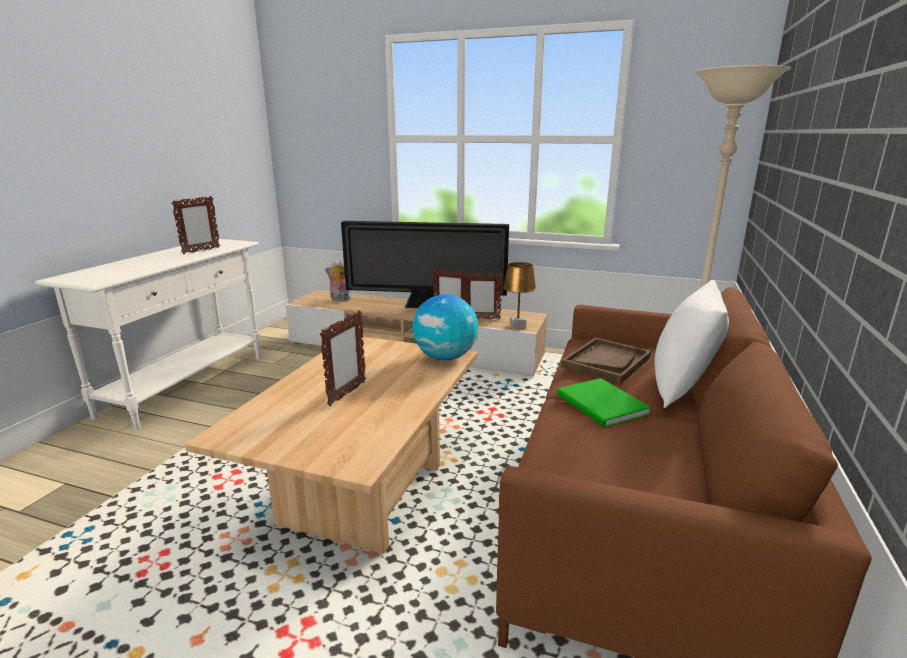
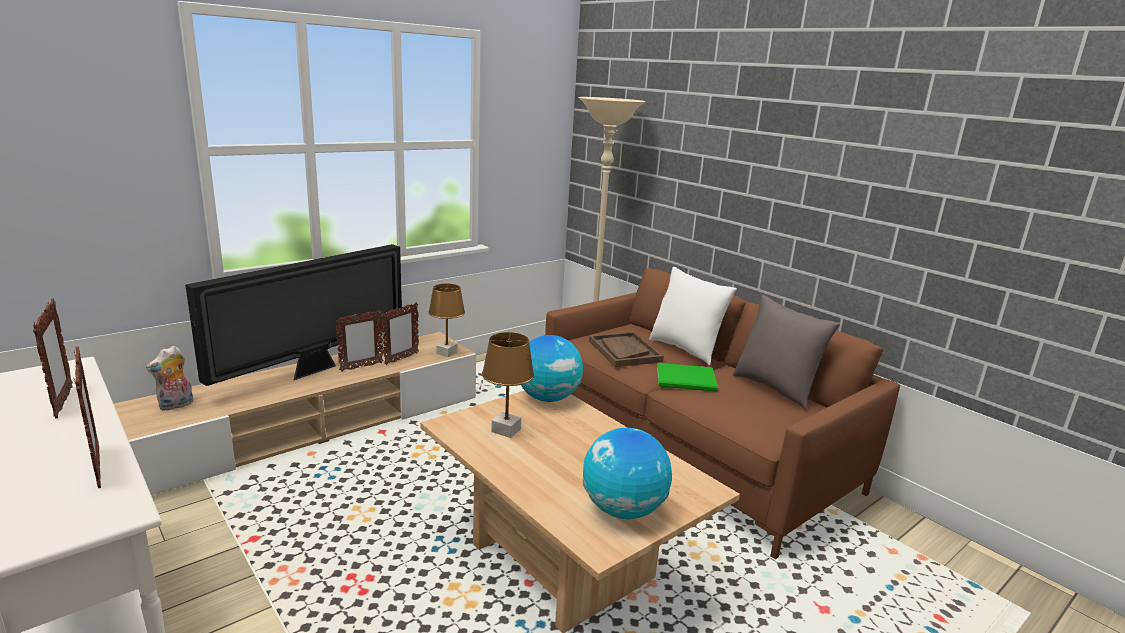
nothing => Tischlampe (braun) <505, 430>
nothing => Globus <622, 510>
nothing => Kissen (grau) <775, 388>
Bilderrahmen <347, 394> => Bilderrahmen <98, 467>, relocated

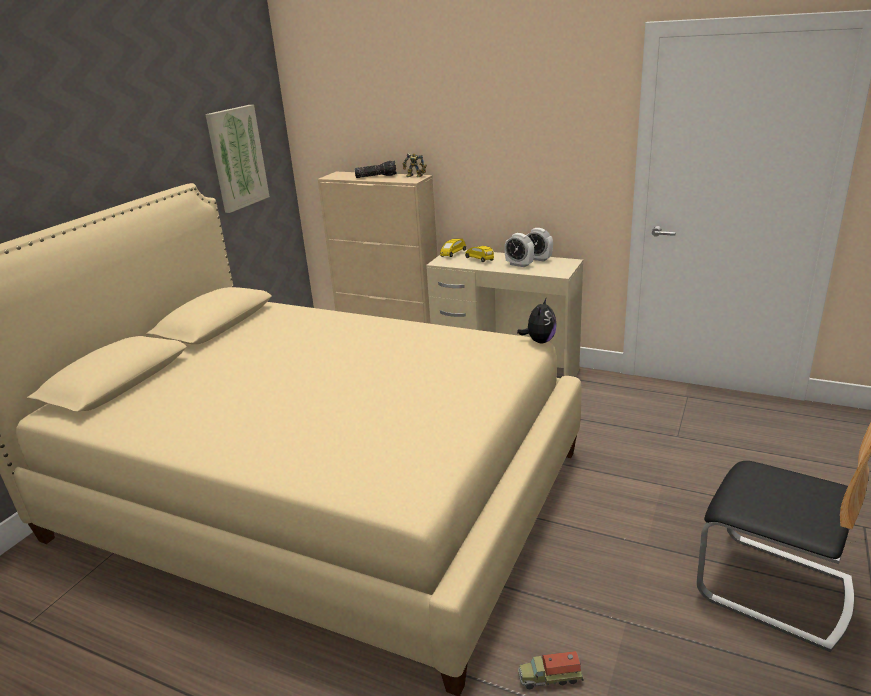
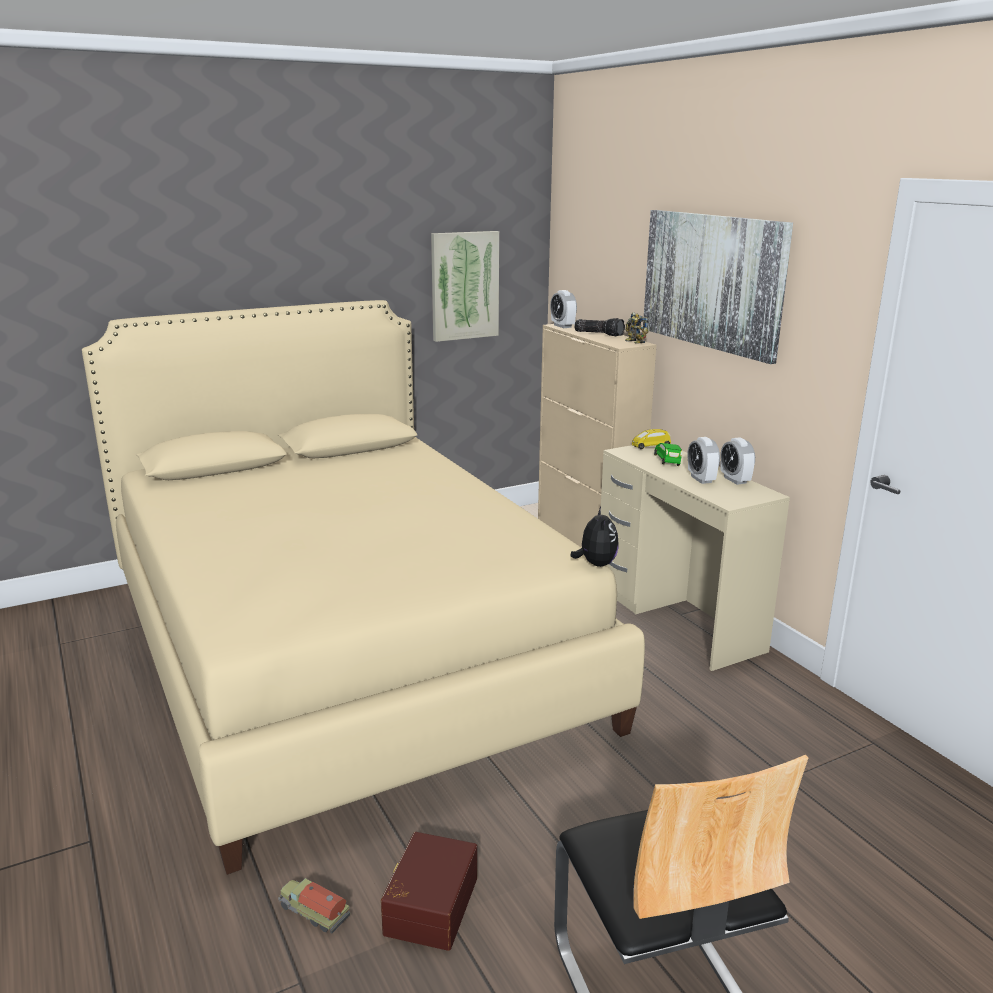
nothing => Aufbewahrungsbox (braun) <429, 905>
nothing => Wecker <562, 326>
nothing => Bild <712, 281>
Spielzeugauto (gelb) <480, 260> => Spielzeugauto (grün) <667, 462>
Plüschtier <539, 341> => Plüschtier <595, 564>, 60 degrees counterclockwise

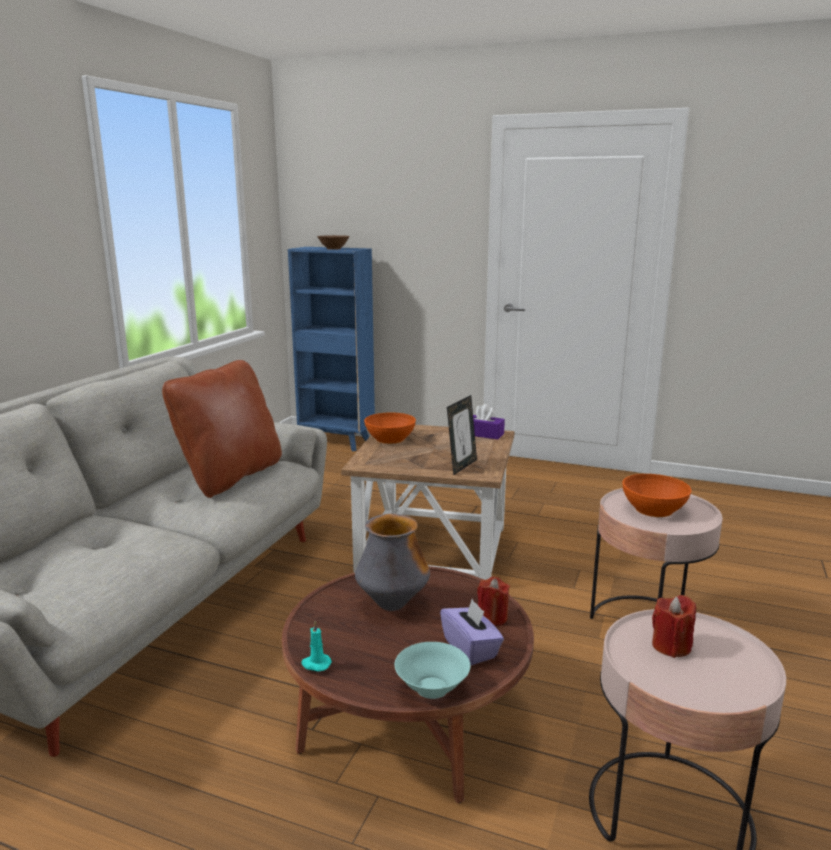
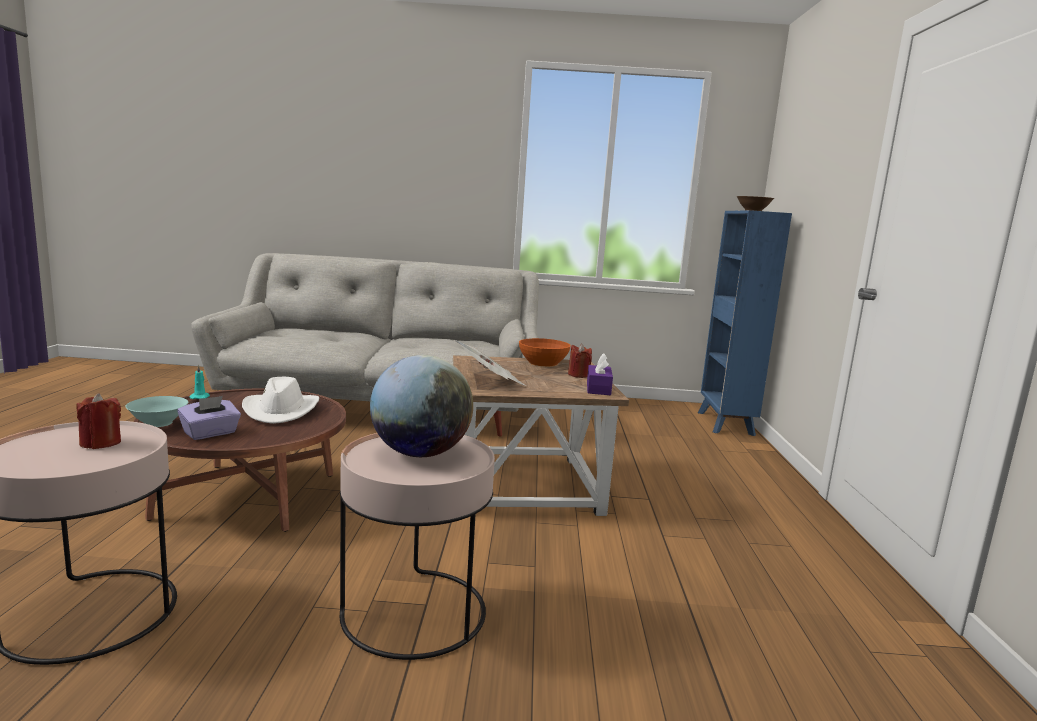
Kissen (braun) <230, 476> => nothing
Kerze (rot) <492, 618> => Kerze (rot) <578, 375>, relocated
Vase <392, 604> => Hut (weiß) <281, 411>
Bilderrahmen <461, 466> => Zeitung <489, 382>
Schüssel (orange) <653, 509> => Globus <420, 453>

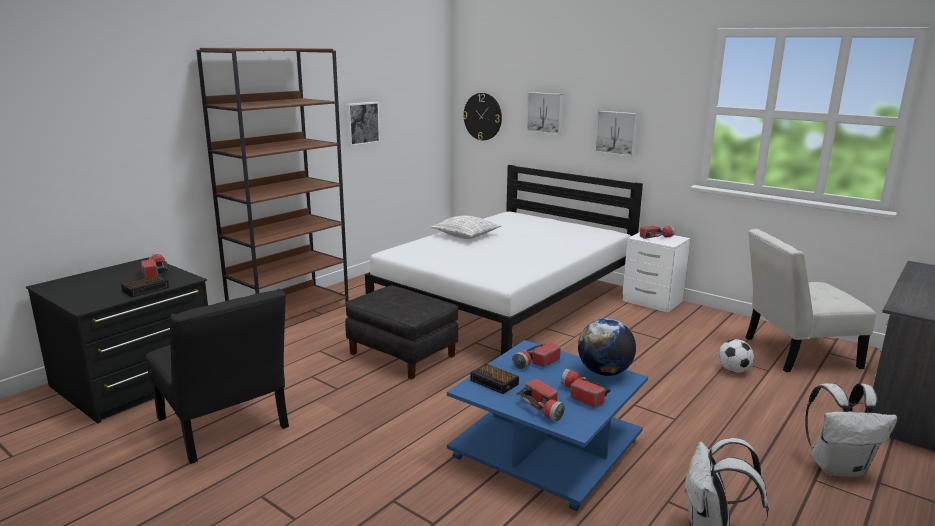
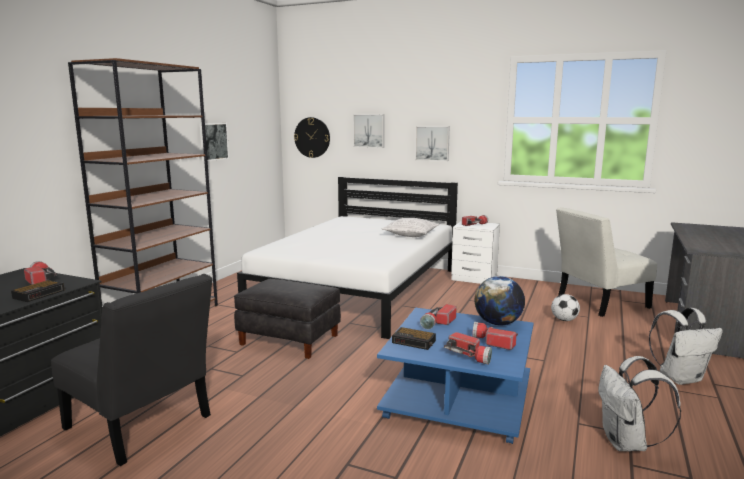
Kissen <466, 235> => Kissen <411, 235>, relocated

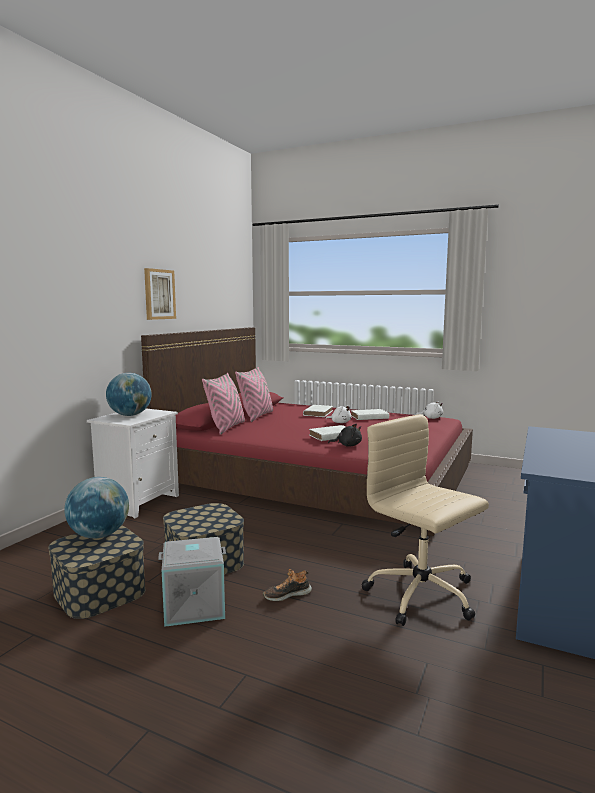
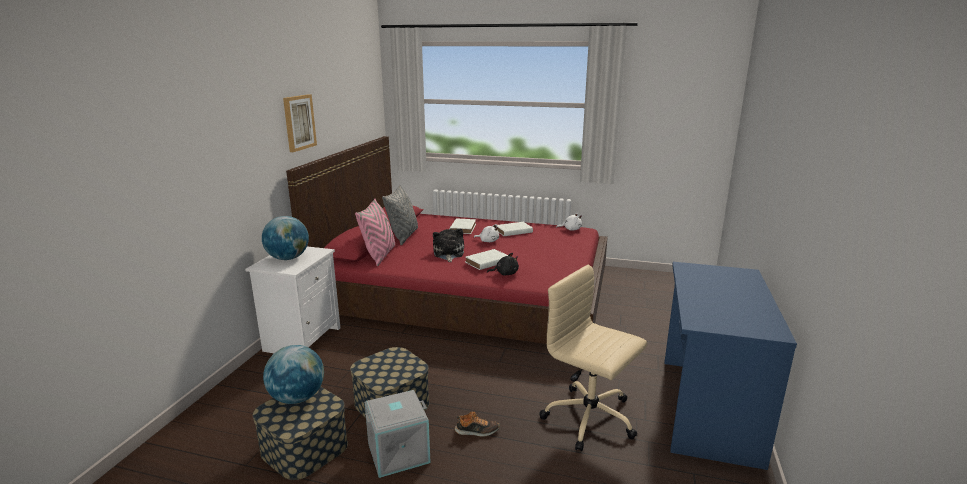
nothing => Plüschtier <448, 254>
Kissen (rosa) <256, 416> => Kissen (grau) <403, 236>
Schuh <287, 594> => Schuh <477, 431>, 150 degrees counterclockwise

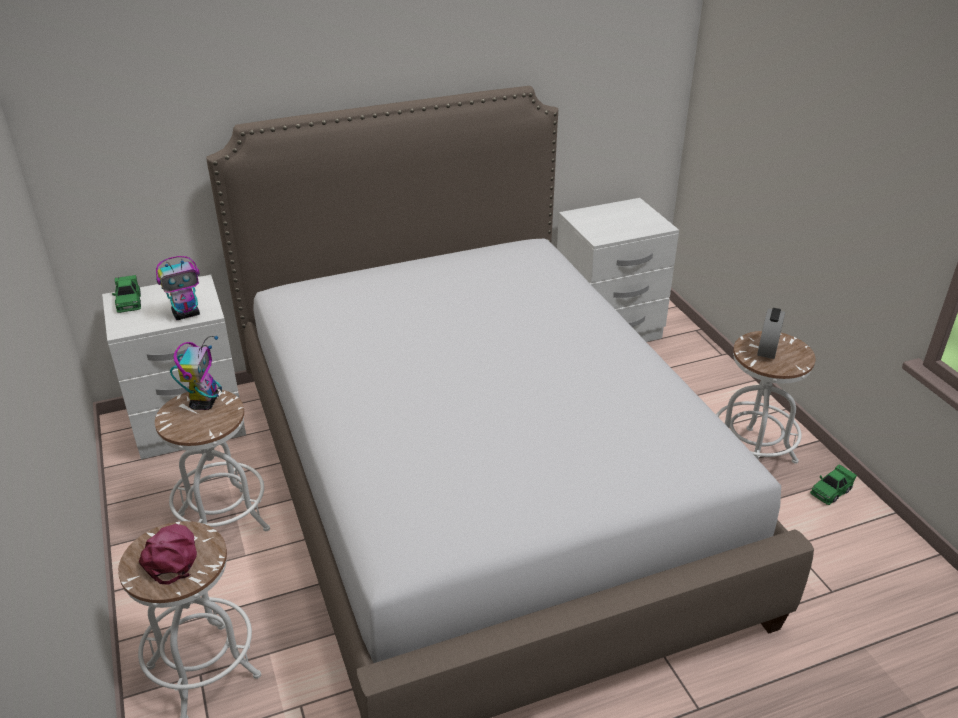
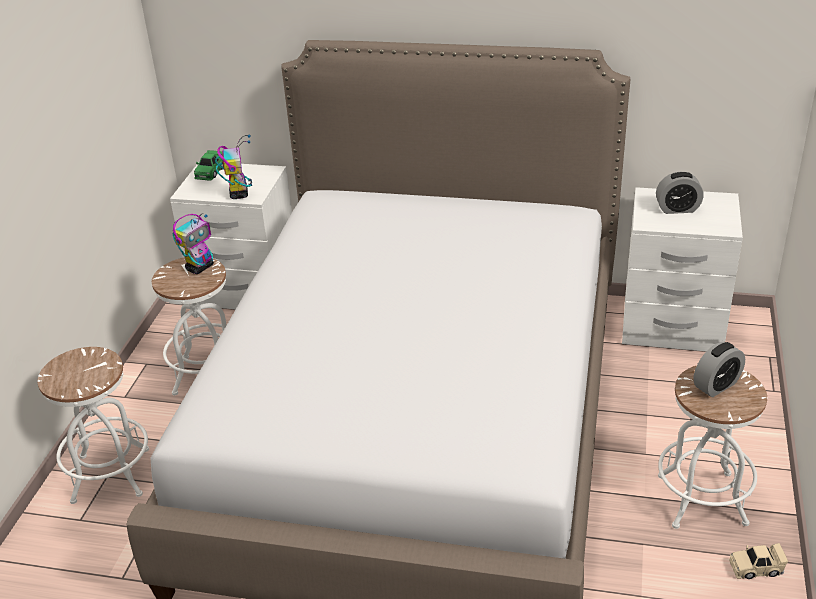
Kappe (rosa) <170, 557> => nothing
nothing => Wecker <677, 209>
Spielzeugauto (grün) <831, 491> => Spielzeugauto (beige) <756, 568>
Spielzeugroboter <186, 314> => Spielzeugroboter <238, 194>, 105 degrees counterclockwise

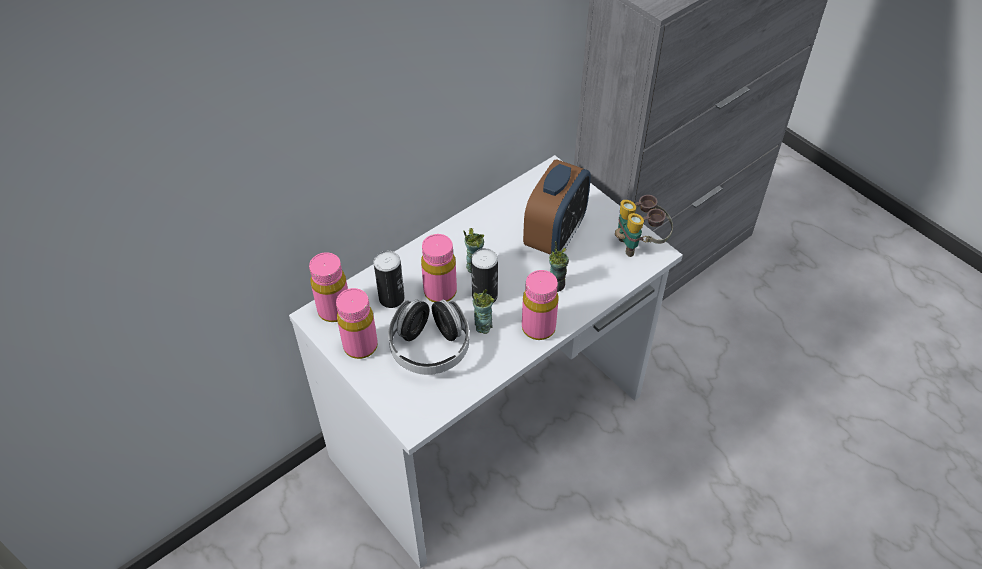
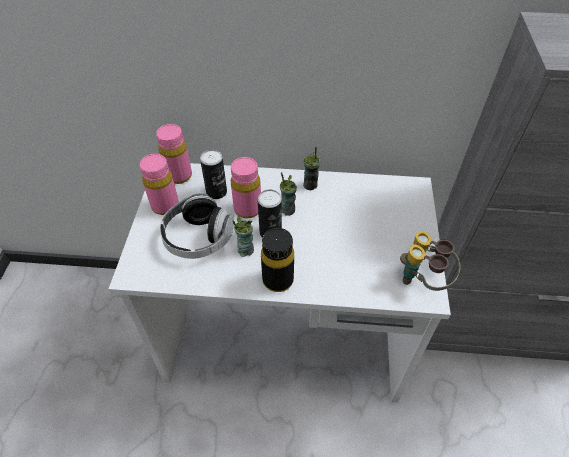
Wecker <555, 236> => nothing
Tasse <556, 284> => Tasse <310, 185>, relocated
Flasche (rosa) <538, 328> => Flasche (schwarz) <278, 280>

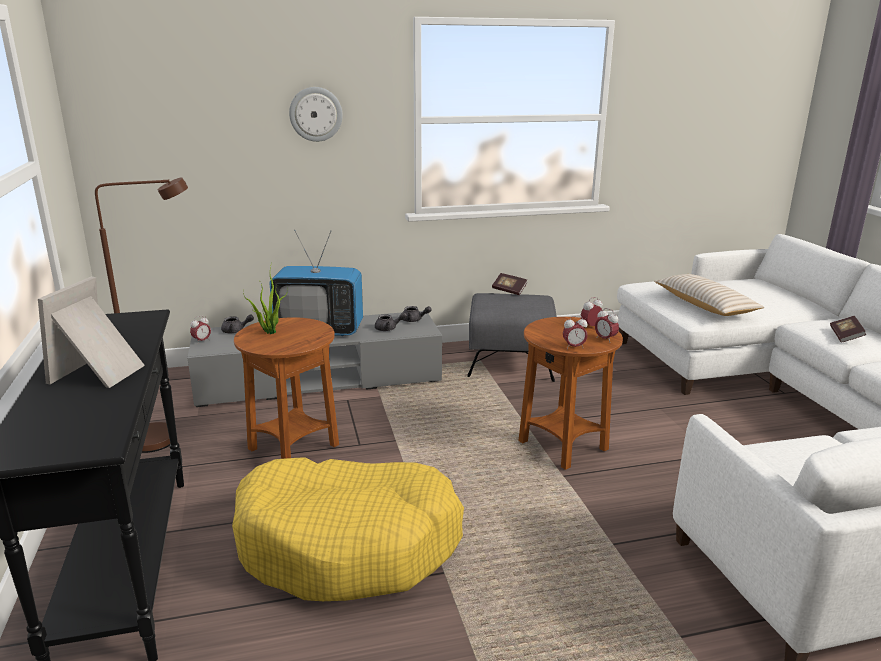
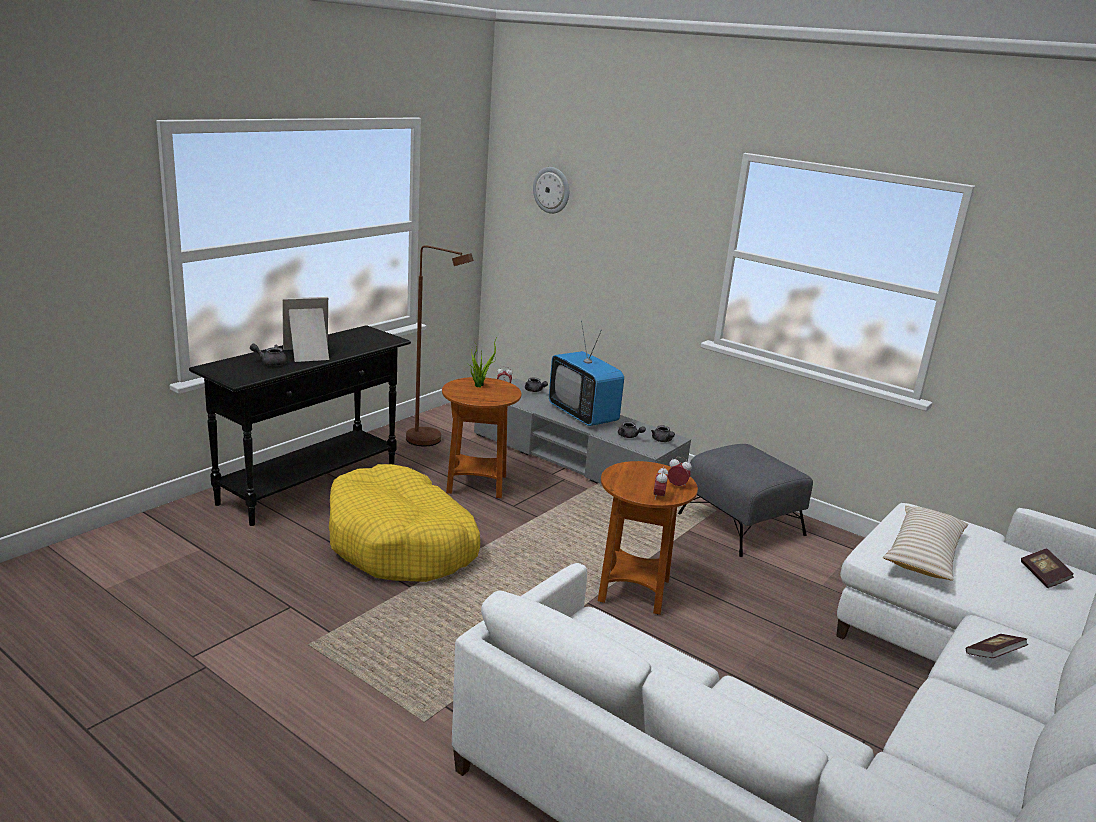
Wecker <573, 347> => nothing
nothing => Teekanne (grau) <271, 362>
Wanduhr <315, 114> => Wanduhr <552, 190>, relocated
Buch <509, 290> => Buch <1043, 576>, relocated

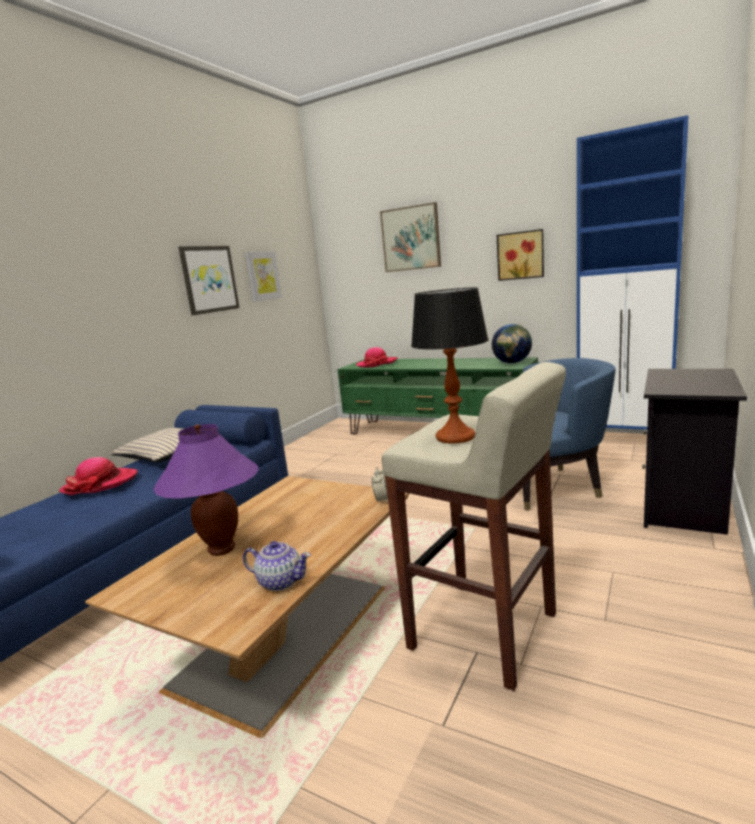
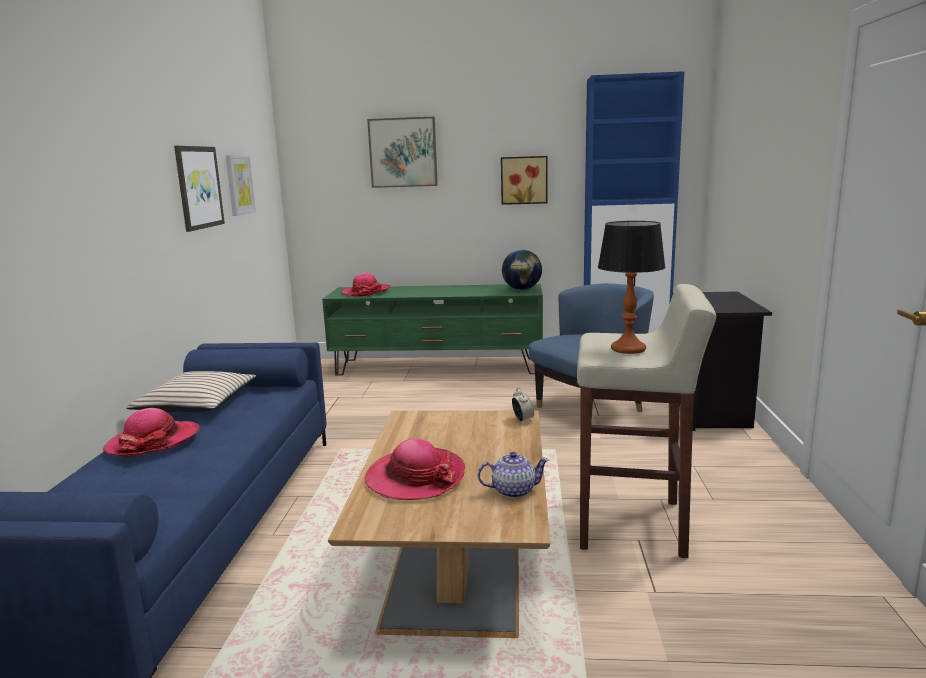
Tischlampe (lila) <221, 549> => Hut <415, 478>

